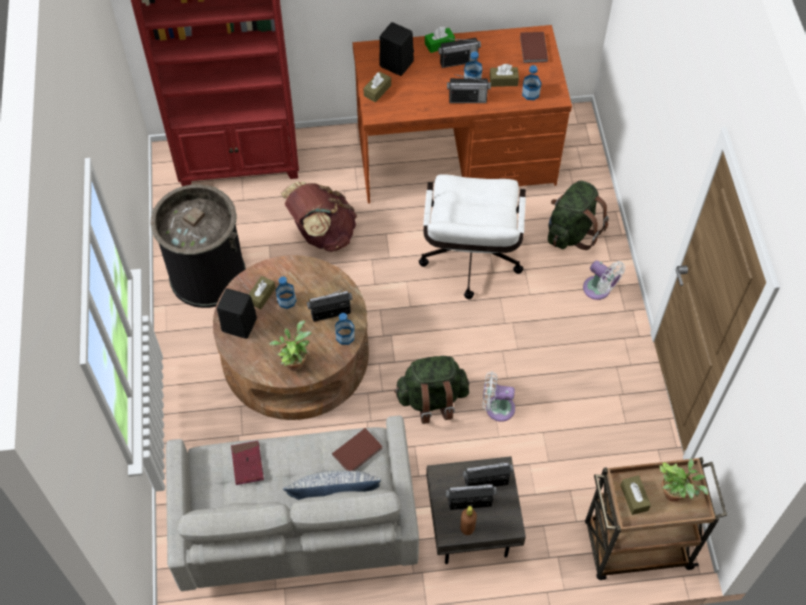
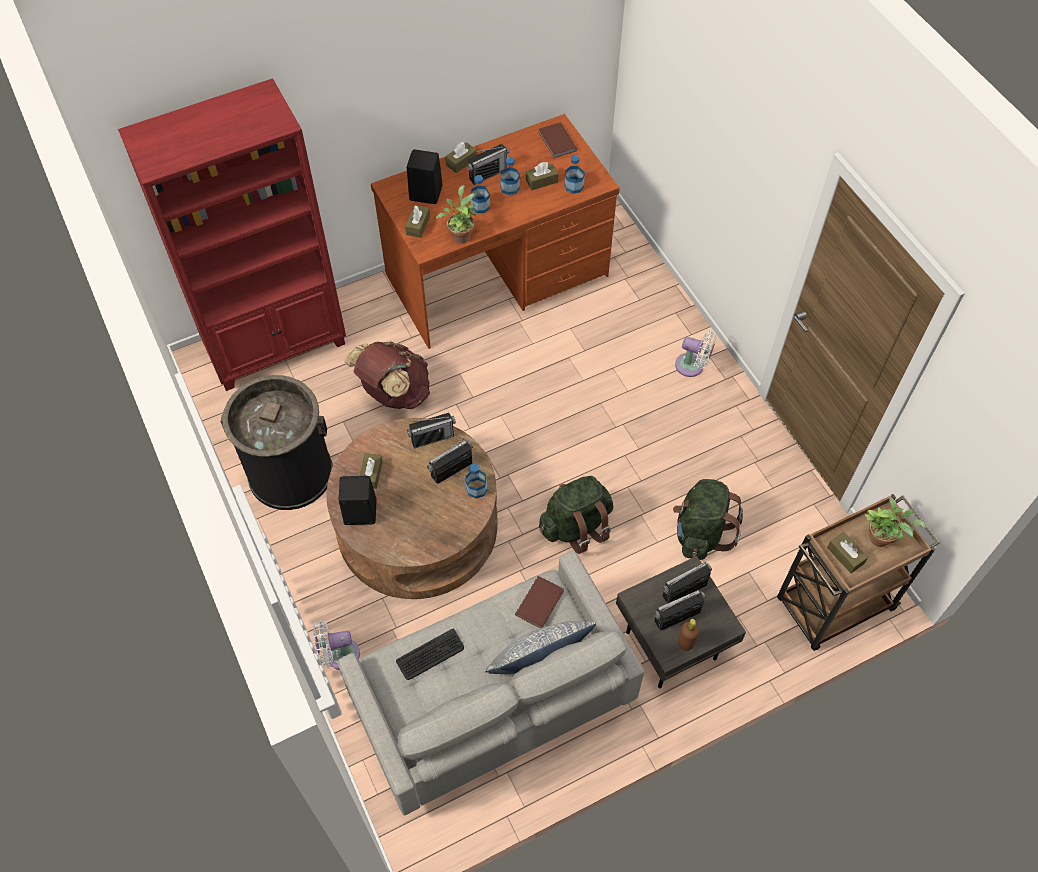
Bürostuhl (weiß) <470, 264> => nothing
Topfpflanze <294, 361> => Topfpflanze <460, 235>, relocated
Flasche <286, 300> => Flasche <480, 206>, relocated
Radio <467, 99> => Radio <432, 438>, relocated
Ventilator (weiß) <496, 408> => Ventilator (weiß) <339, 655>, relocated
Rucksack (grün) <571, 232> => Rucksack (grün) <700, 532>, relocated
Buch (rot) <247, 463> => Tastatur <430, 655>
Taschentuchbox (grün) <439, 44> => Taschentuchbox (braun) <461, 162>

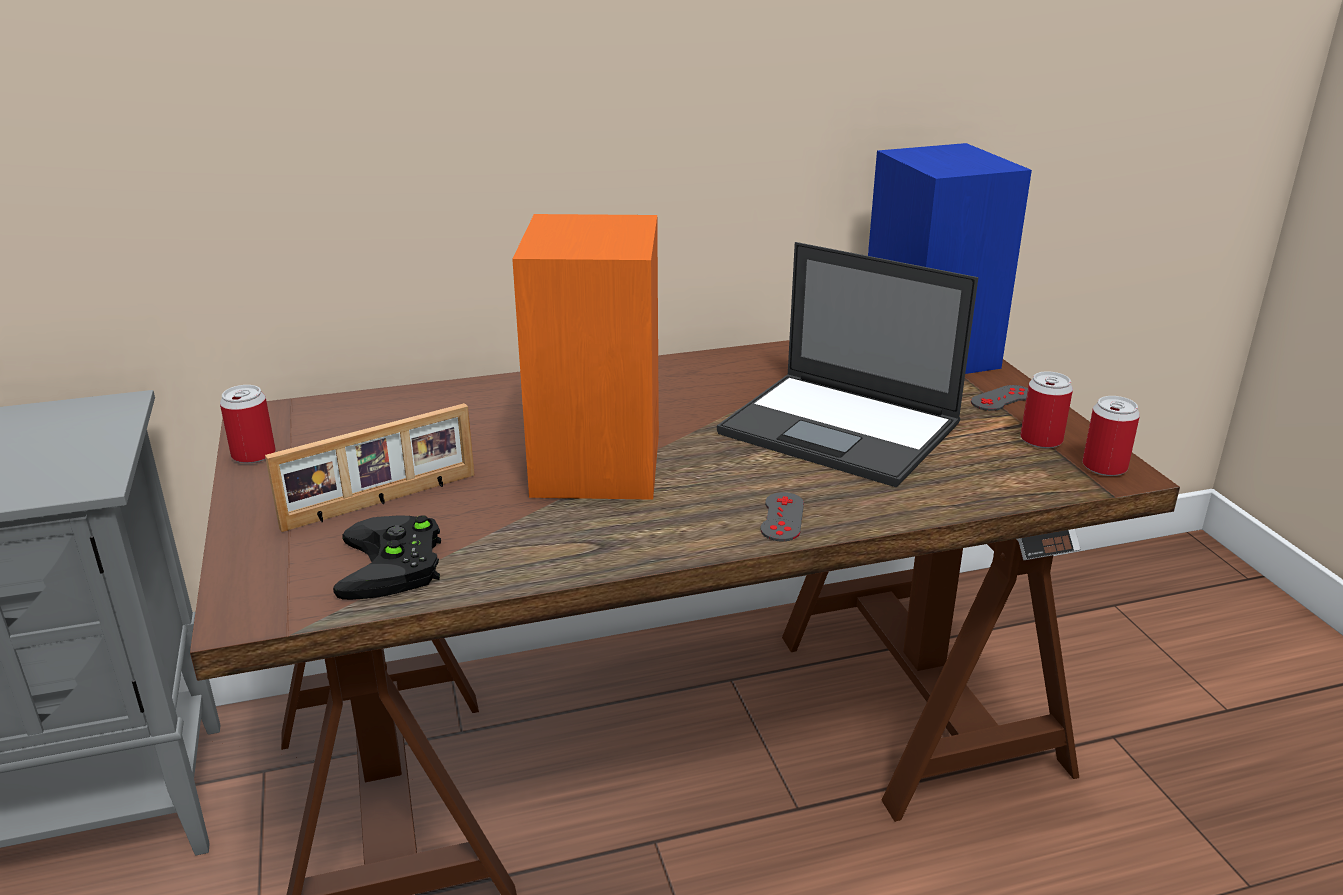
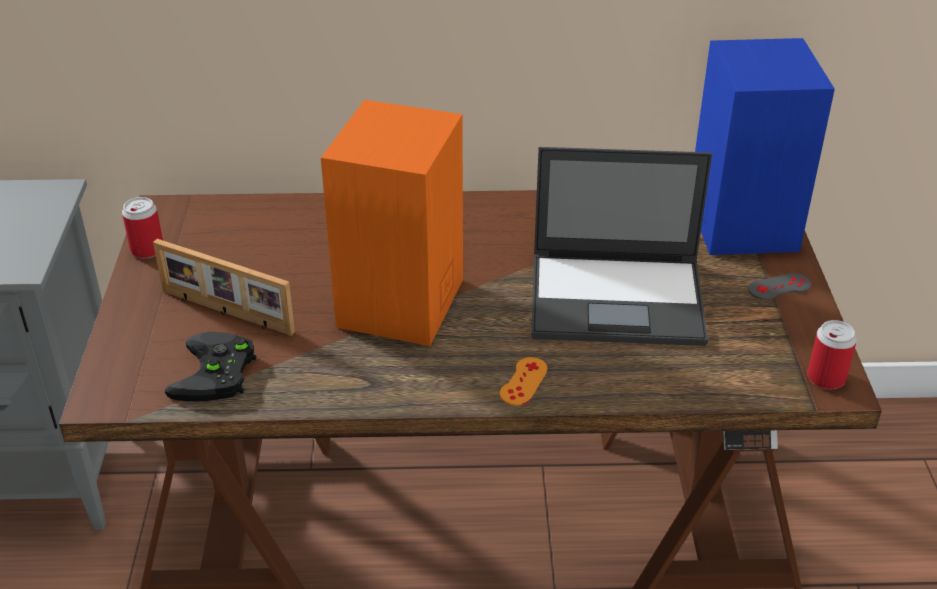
Dose <1041, 440> => nothing
Gamepad (grau) <782, 517> => Gamepad (orange) <523, 382>
Bilderrahmen <382, 502> => Bilderrahmen <226, 313>, 45 degrees clockwise
Laptop <842, 429> => Laptop <619, 299>, 45 degrees counterclockwise

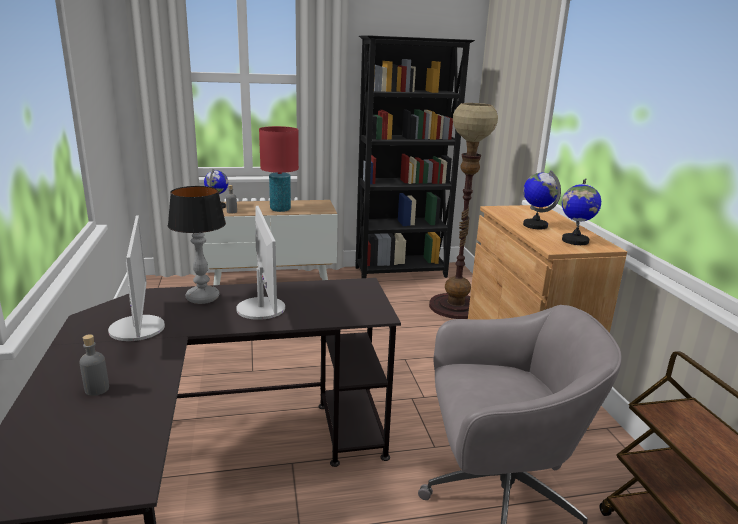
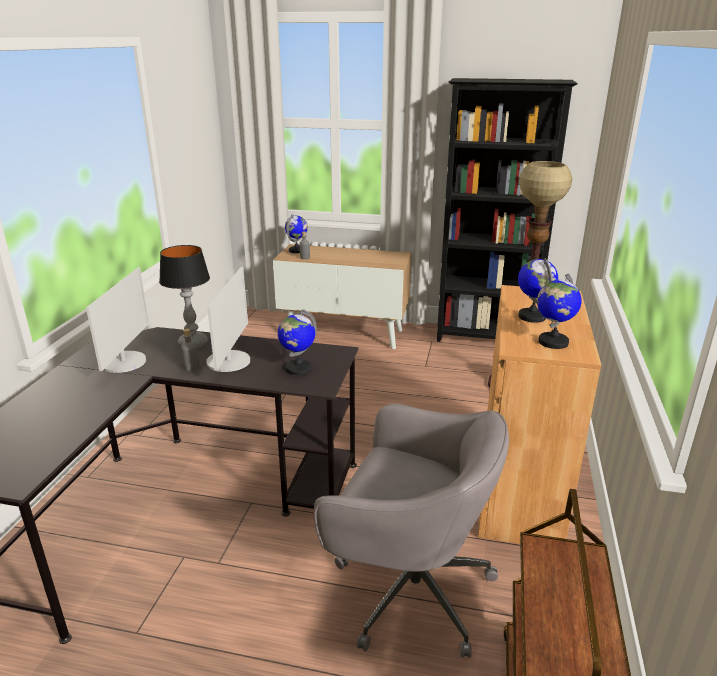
Tischlampe (rot) <280, 209> => nothing
nothing => Globus <298, 369>
Flasche (grau) <97, 389> => Flasche (grau) <191, 367>, relocated

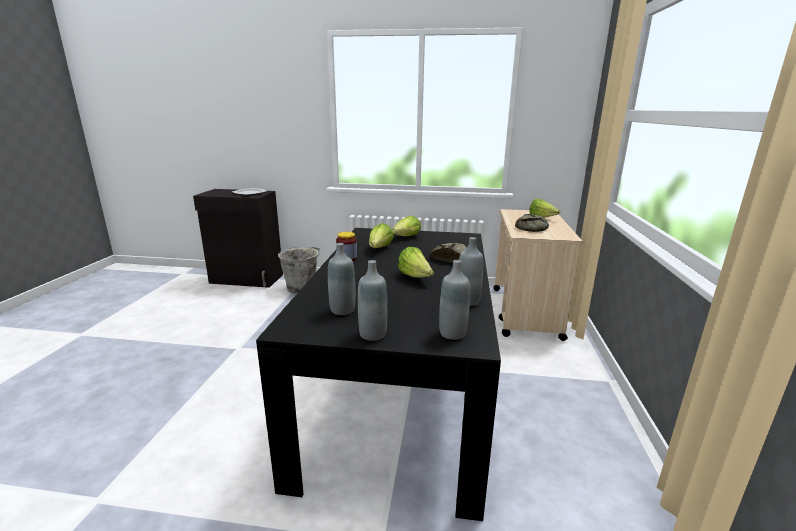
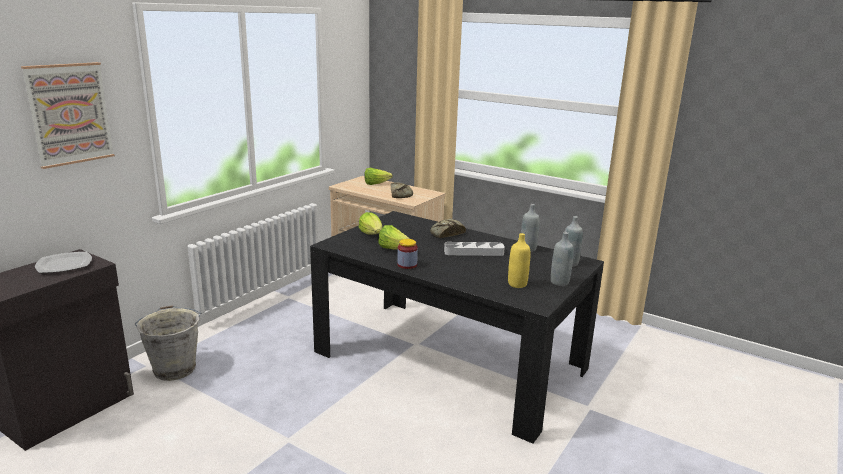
nothing => Bild <69, 114>
Salatkopf <415, 277> => Tablett (grau) <473, 252>
Flasche (grau) <342, 310> => Flasche (gelb) <517, 284>

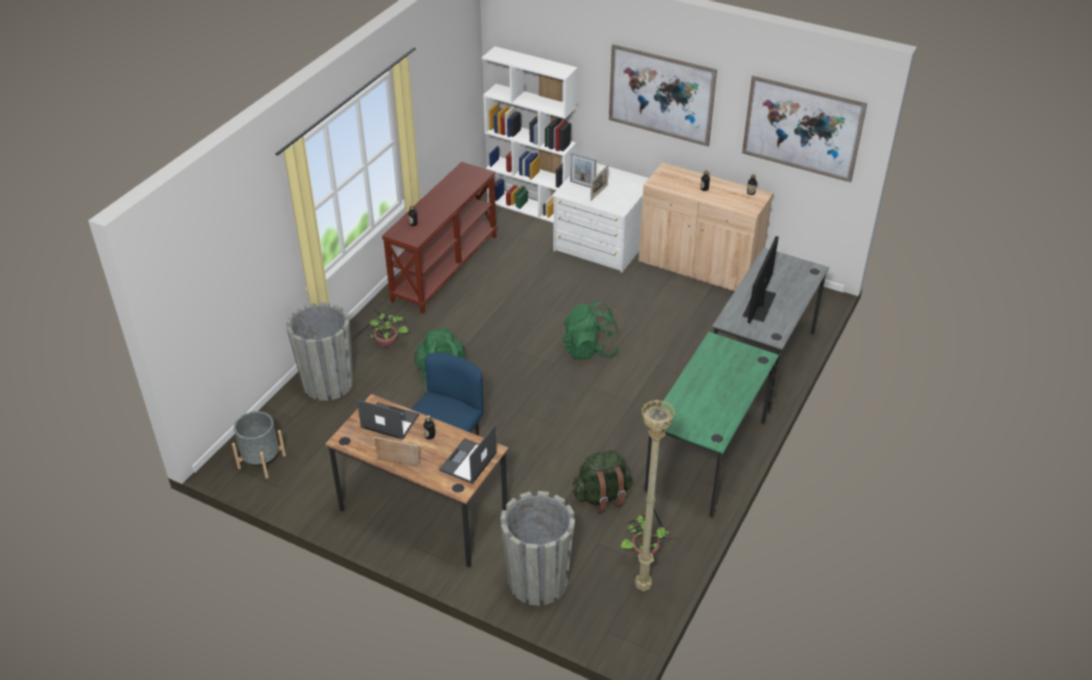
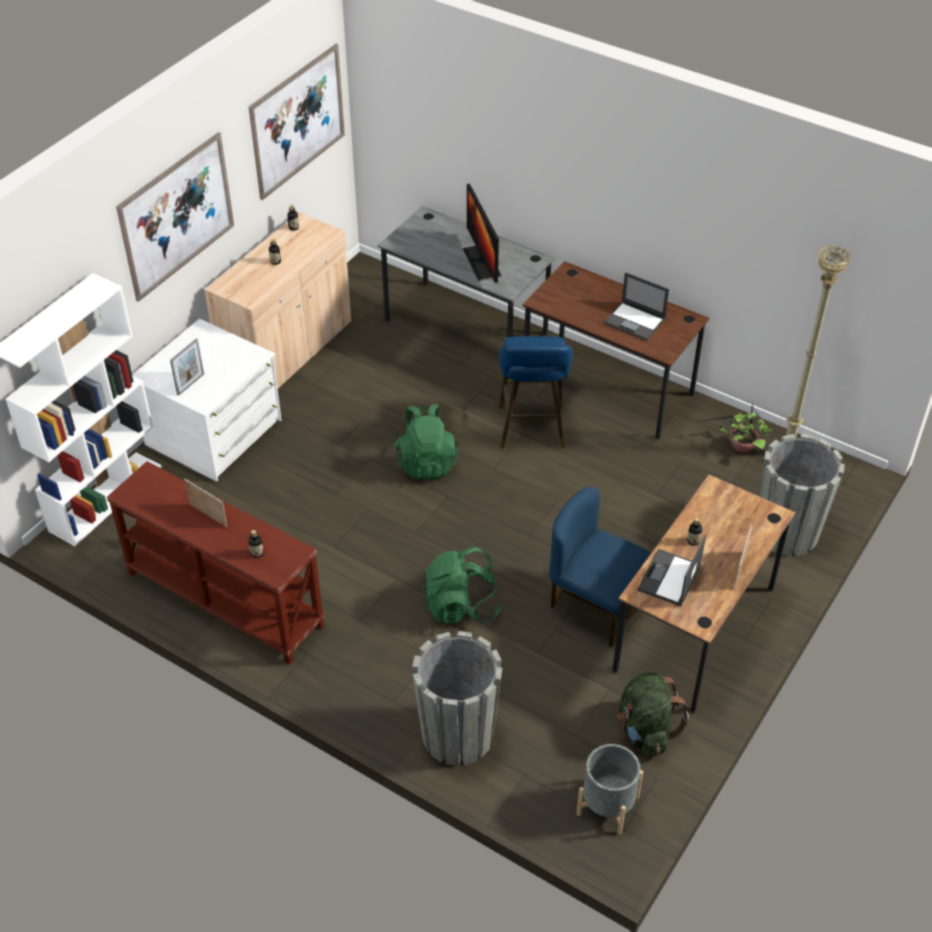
Topfpflanze <385, 344> => nothing
nothing => Hocker (blau) <531, 430>
Laptop <468, 462> => Laptop <635, 321>, relocated
Rucksack (grün) <602, 496> => Rucksack (grün) <645, 731>, relocated
Bilderrahmen <599, 193> => Bilderrahmen <208, 515>, relocated
Schreibtisch (grün) <706, 455> => Schreibtisch (braun) <608, 387>
Monitor <759, 305> => Monitor <482, 262>, 45 degrees clockwise

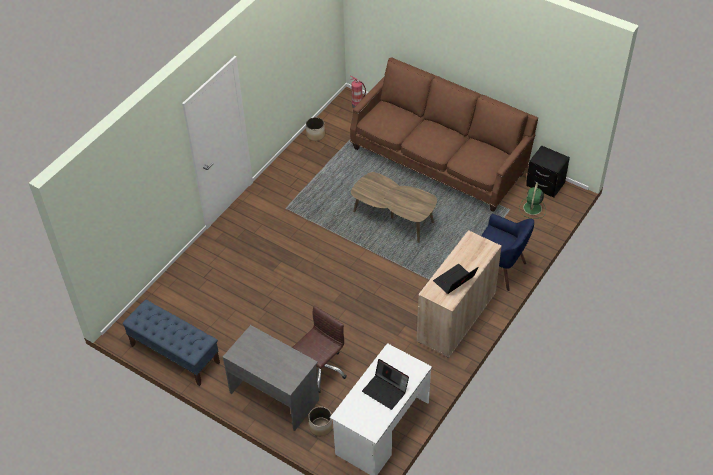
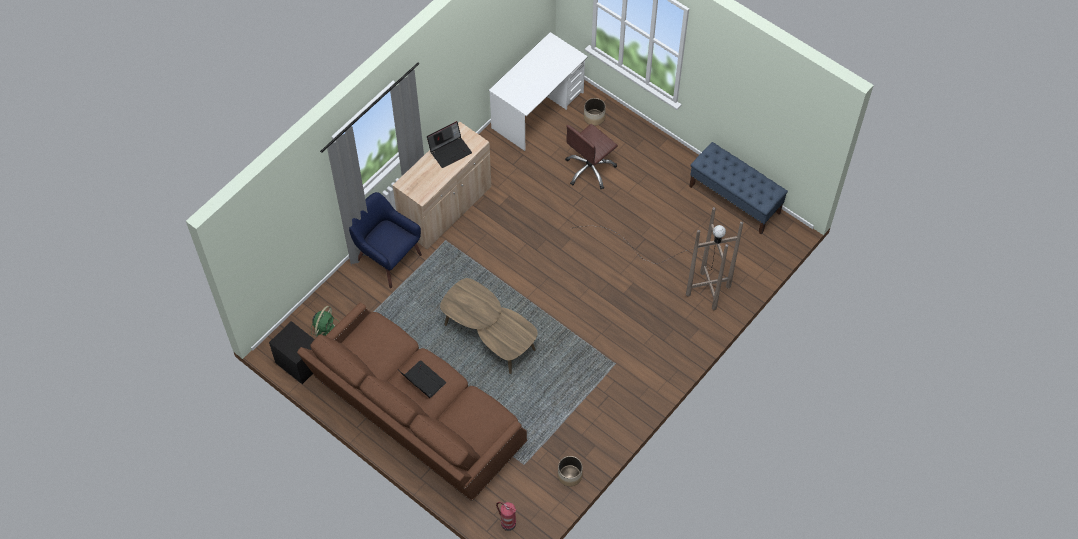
Schreibtisch (grau) <274, 395> => nothing
nothing => Stehlampe (braun) <678, 270>
Laptop <386, 391> => Laptop <422, 381>, relocated

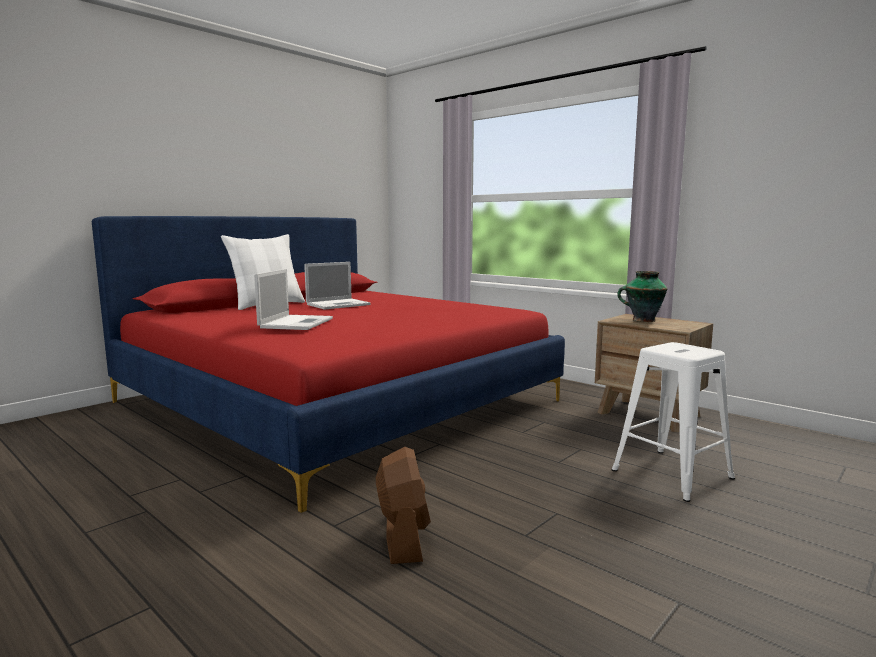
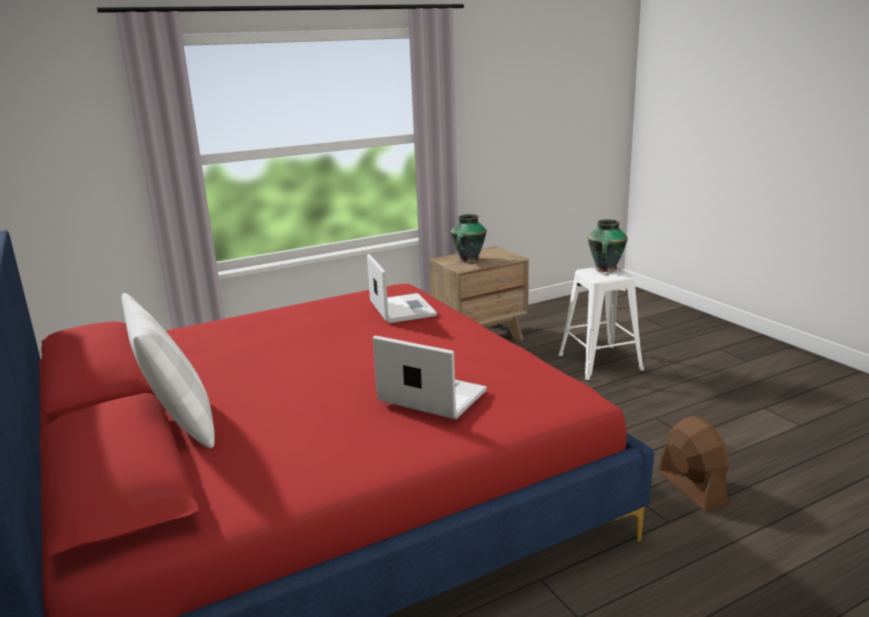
nothing => Vase <605, 269>
Laptop <339, 304> => Laptop <401, 308>, relocated
Ventilator (braun) <403, 537> => Ventilator (braun) <691, 488>, 60 degrees clockwise

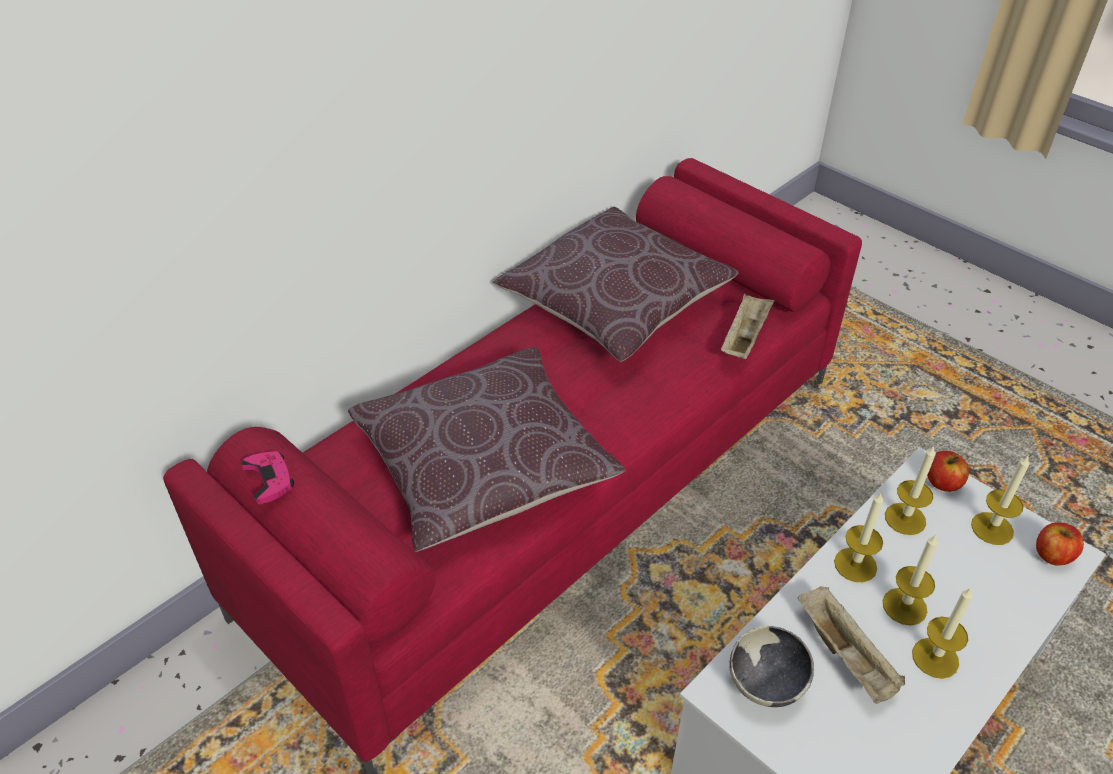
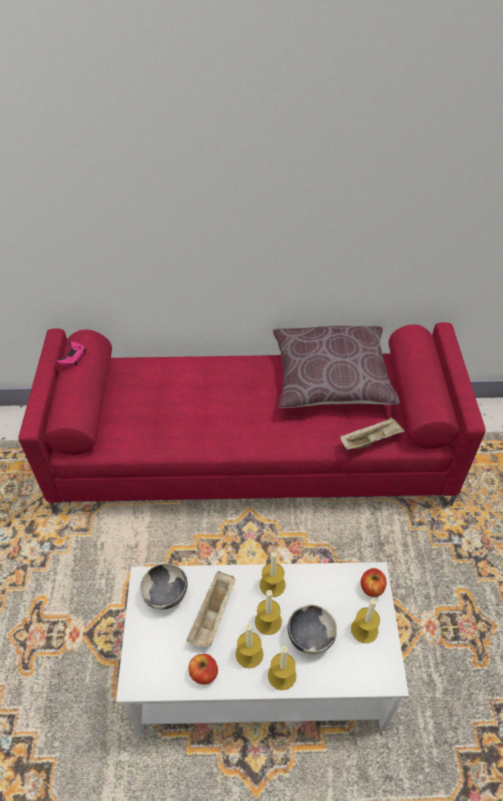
Kissen (braun) <484, 465> => nothing
nothing => Schüssel <310, 637>
Kerze <905, 519> => Kerze <282, 675>, relocated
Apfel <1052, 555> => Apfel <204, 673>, relocated

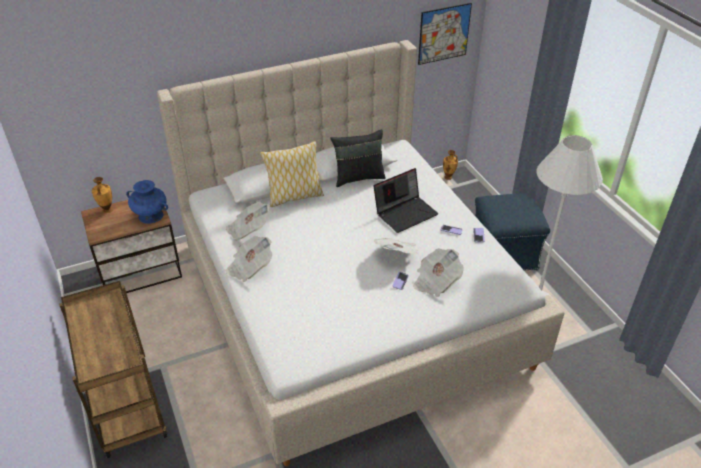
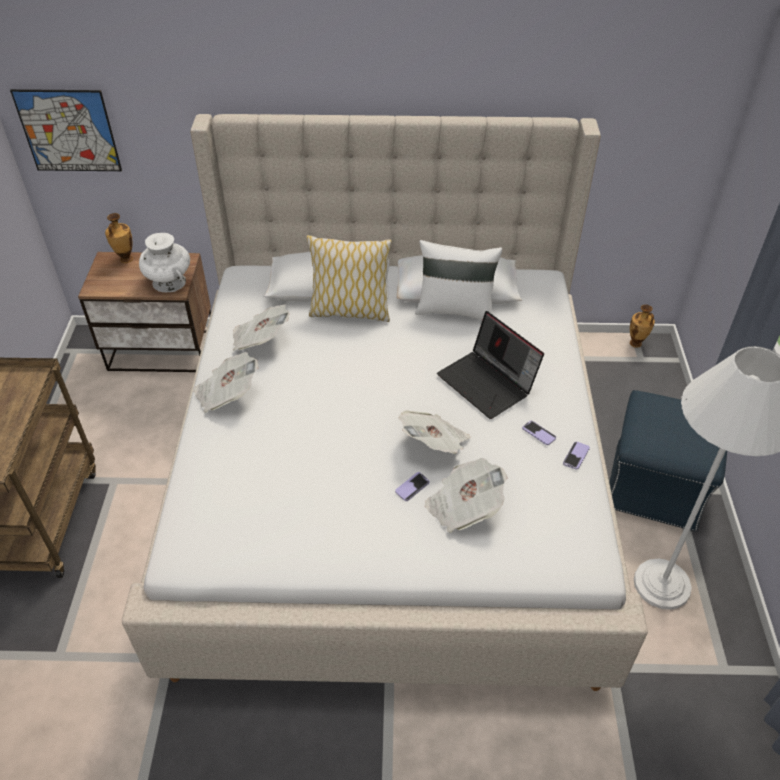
Bild <444, 33> => Bild <68, 131>, relocated
Vase (blau) <150, 215> => Vase (weiß) <169, 282>
Kissen (schwarz) <358, 177> => Kissen (weiß) <455, 309>
Laptop <405, 212> => Laptop <488, 383>, 60 degrees clockwise

